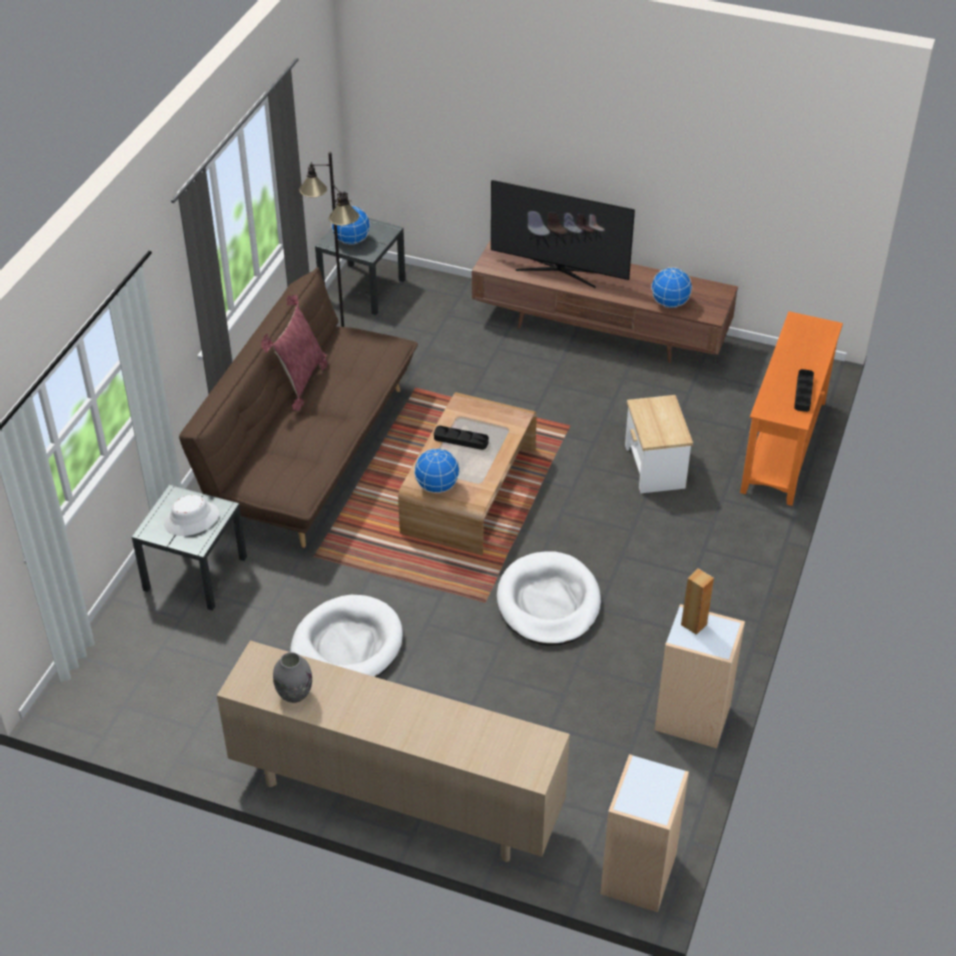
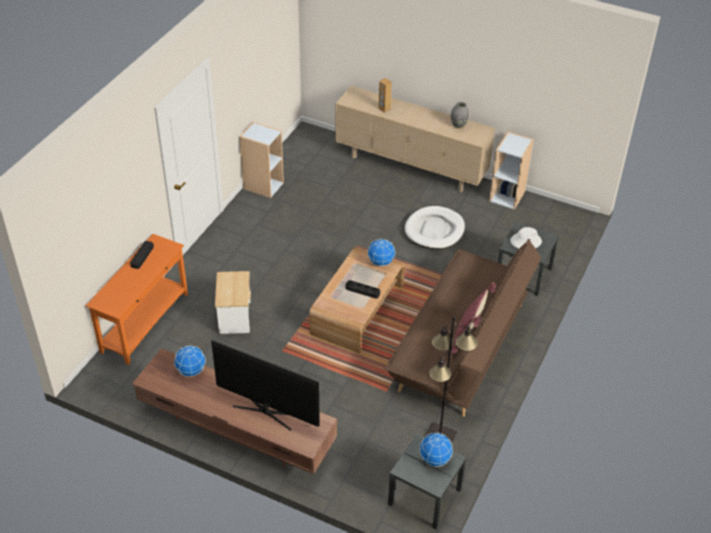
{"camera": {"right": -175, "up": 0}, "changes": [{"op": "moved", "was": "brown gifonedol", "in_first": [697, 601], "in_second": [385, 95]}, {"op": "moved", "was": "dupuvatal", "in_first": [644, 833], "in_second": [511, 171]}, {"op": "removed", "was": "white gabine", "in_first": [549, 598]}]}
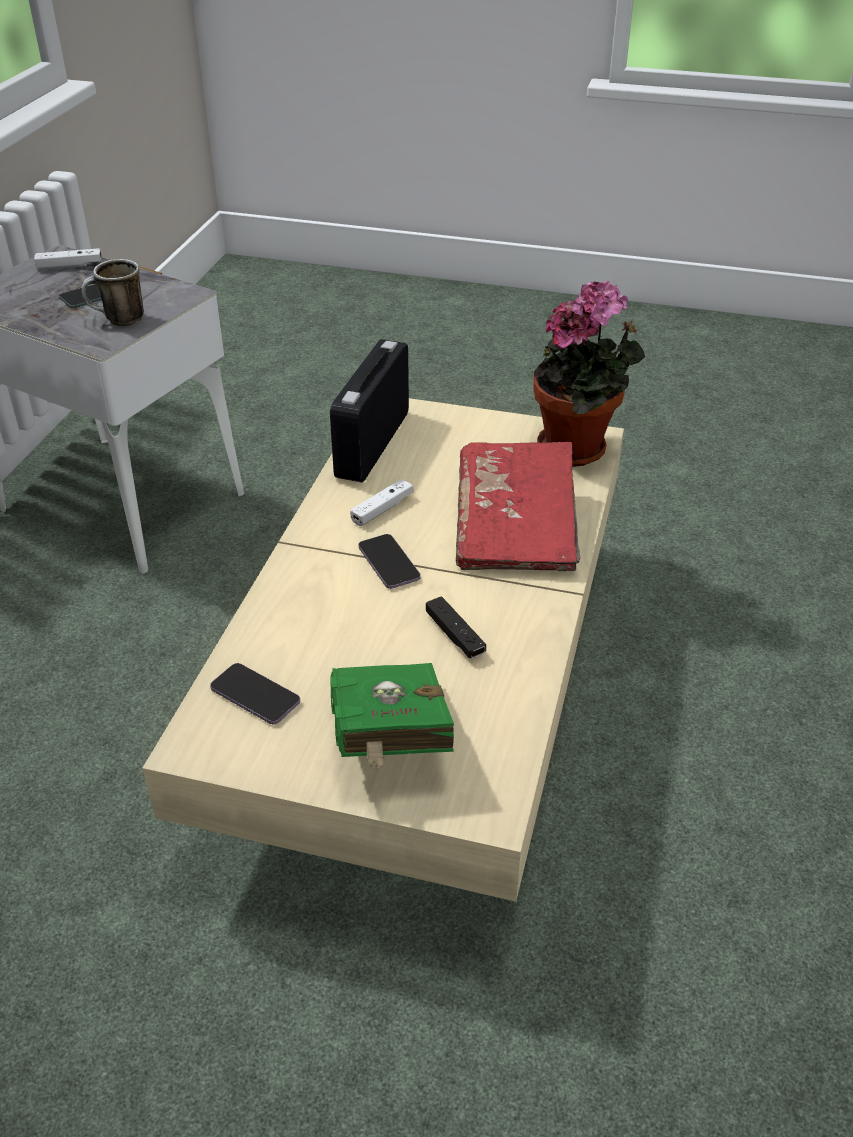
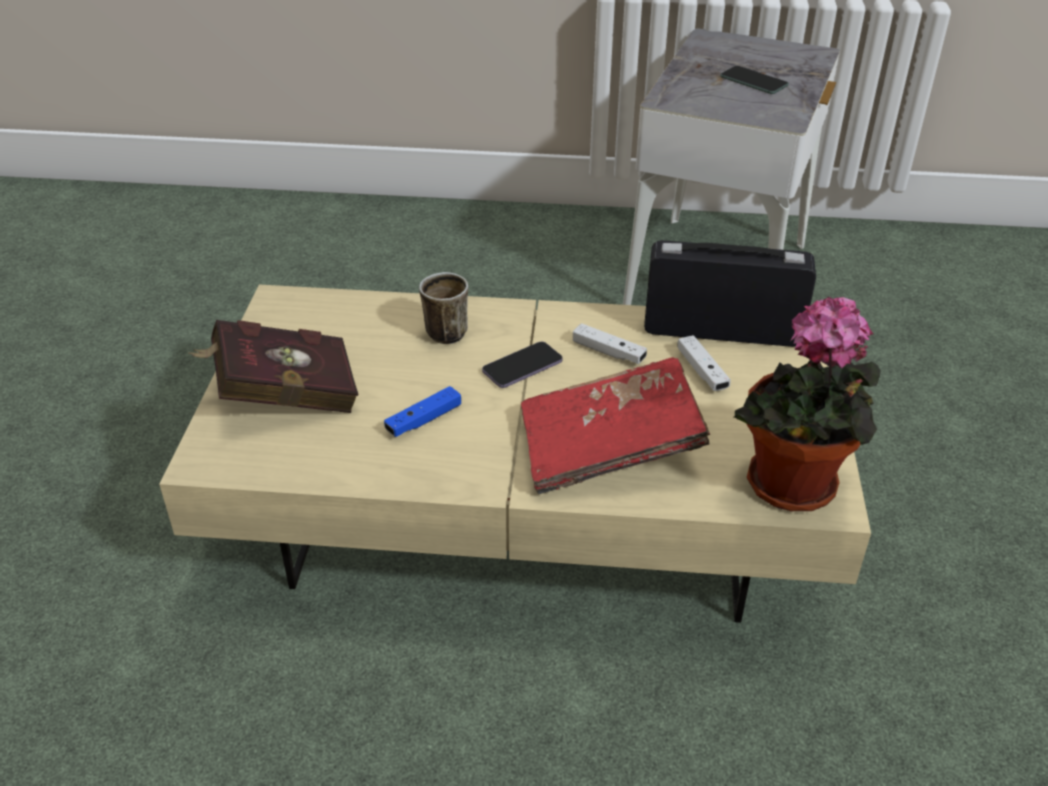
{"camera": {"right": 80, "up": 0}, "changes": [{"op": "recoloured", "was": "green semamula", "now": "red semamula", "in_first": [392, 716], "in_second": [273, 366]}, {"op": "recoloured", "was": "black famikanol", "now": "blue famikanol", "in_first": [456, 627], "in_second": [422, 411]}, {"op": "moved", "was": "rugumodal", "in_first": [113, 292], "in_second": [444, 308]}, {"op": "moved", "was": "white famikanol", "in_first": [68, 259], "in_second": [704, 363]}, {"op": "removed", "was": "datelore", "in_first": [255, 693]}]}
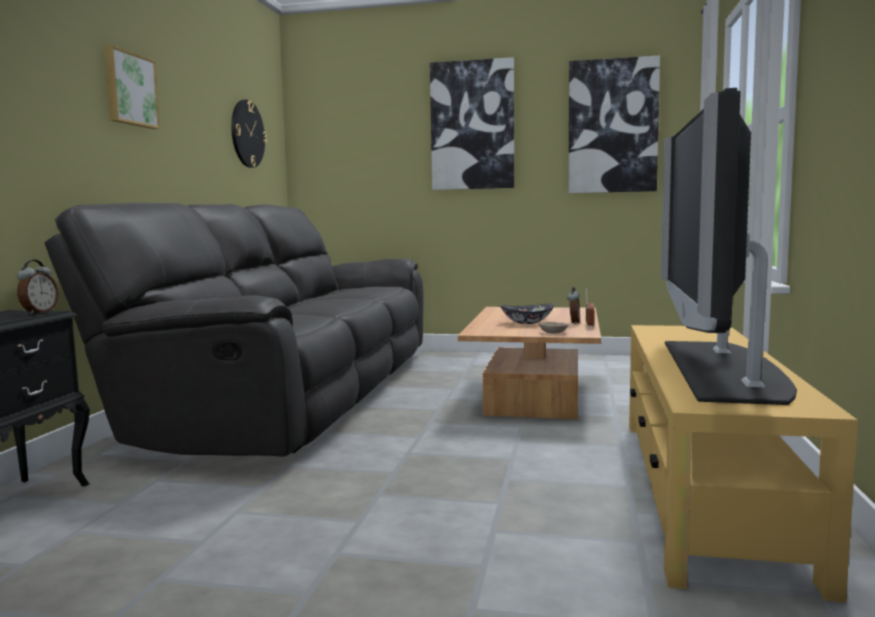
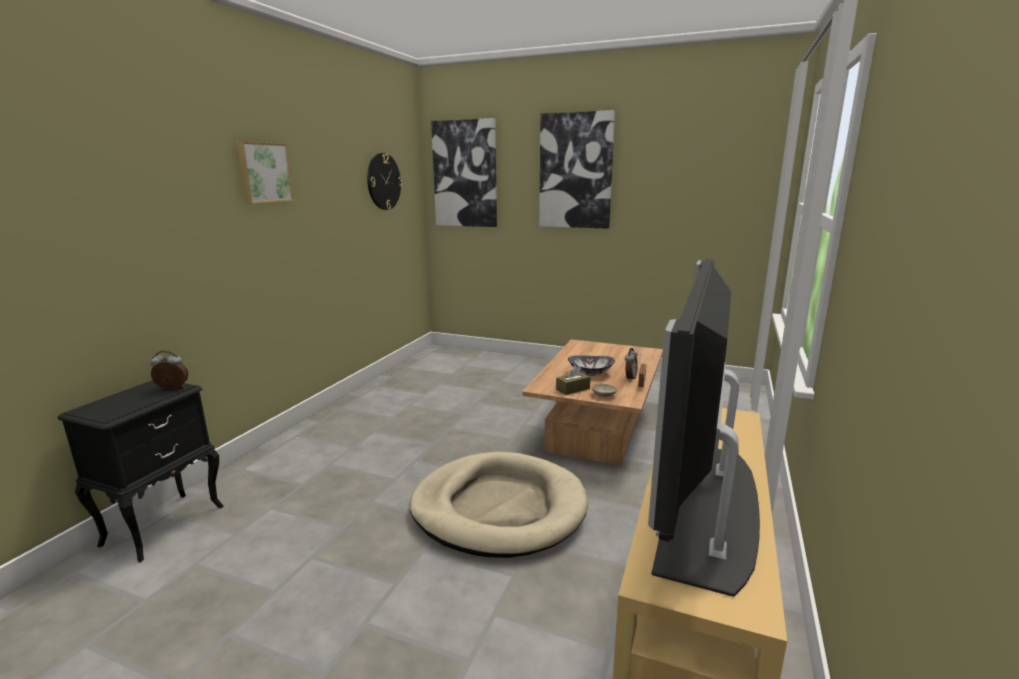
{"camera": {"right": 10, "up": 10}, "changes": [{"op": "turned", "was": "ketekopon", "in_first": [37, 287], "in_second": [169, 370], "clockwise": -120}, {"op": "added", "now": "beige gabine", "in_second": [499, 505]}, {"op": "moved", "was": "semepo", "in_first": [614, 124], "in_second": [464, 172]}, {"op": "added", "now": "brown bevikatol", "in_second": [573, 380]}, {"op": "removed", "was": "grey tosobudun", "in_first": [234, 330]}]}
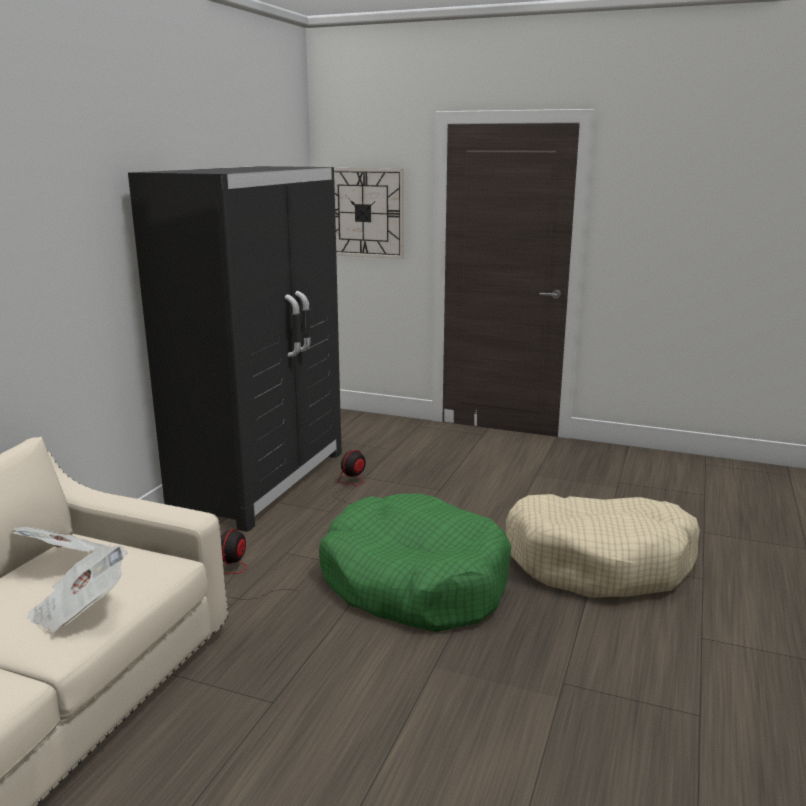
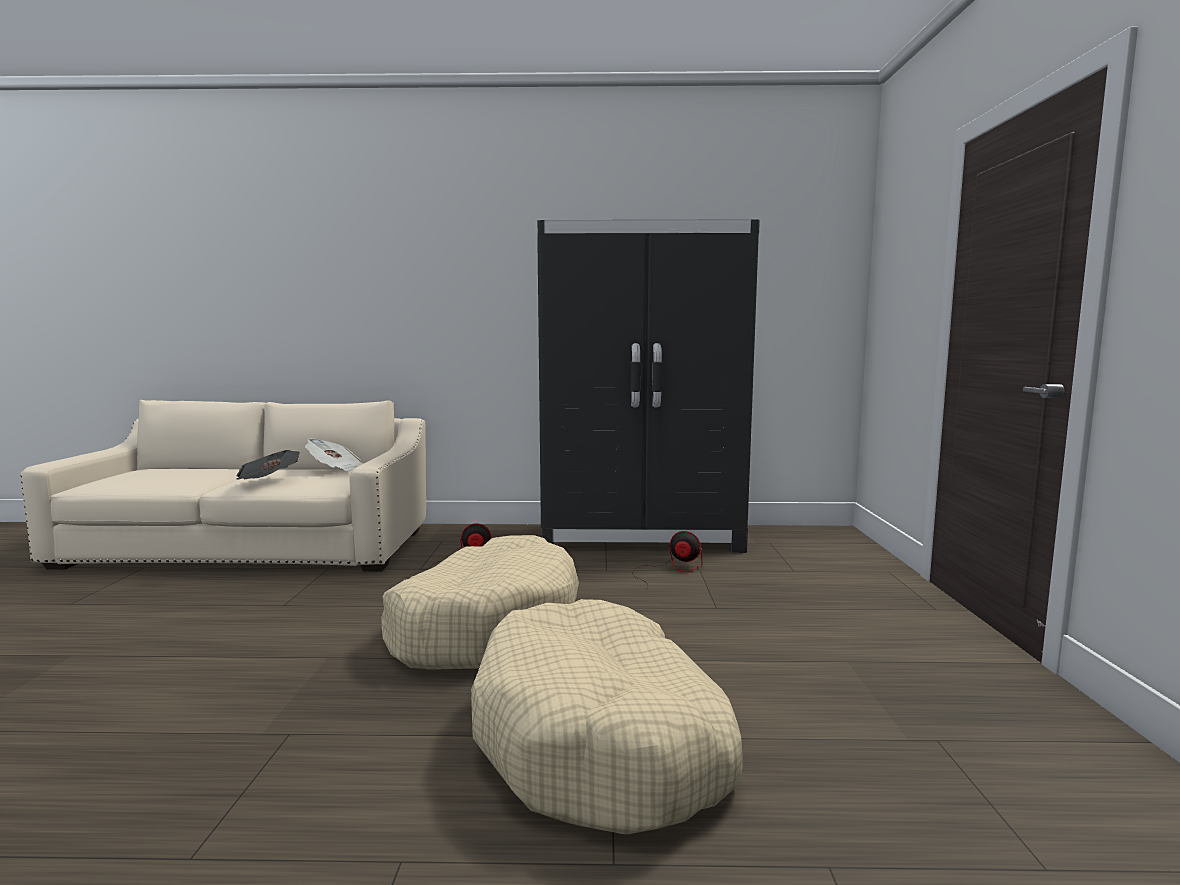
{"camera": {"right": 70, "up": -10}, "changes": [{"op": "recoloured", "was": "green gabine", "now": "beige gabine", "in_first": [415, 563], "in_second": [480, 602]}, {"op": "removed", "was": "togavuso", "in_first": [368, 213]}]}
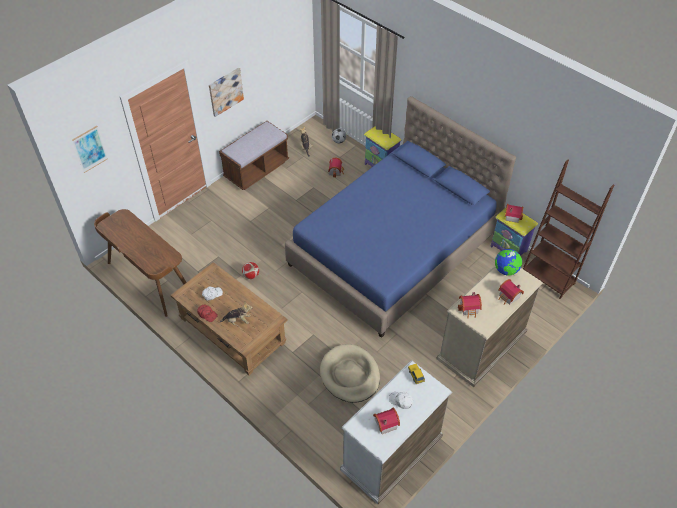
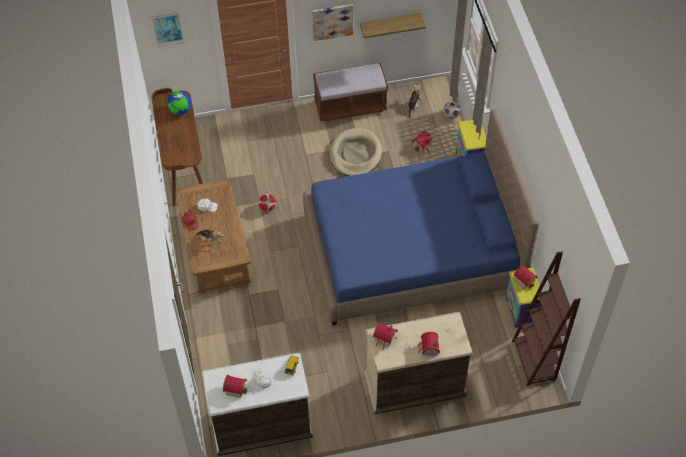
{"camera": {"right": 35, "up": 5}, "changes": [{"op": "moved", "was": "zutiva", "in_first": [508, 262], "in_second": [179, 103]}, {"op": "moved", "was": "beige gabine", "in_first": [350, 373], "in_second": [356, 152]}, {"op": "added", "now": "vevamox", "in_second": [393, 25]}]}
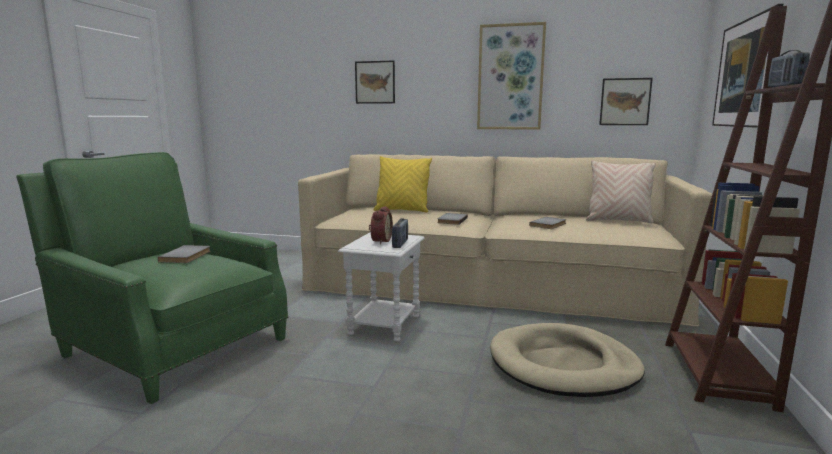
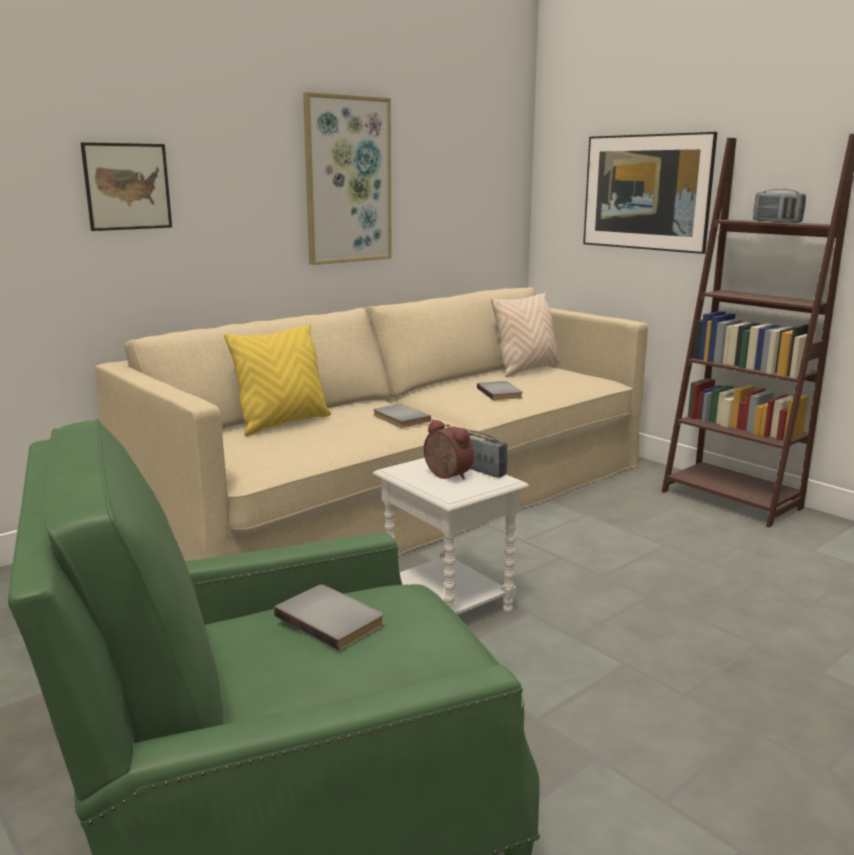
{"camera": {"right": -55, "up": 5}, "changes": [{"op": "removed", "was": "beige gabine", "in_first": [567, 360]}, {"op": "removed", "was": "semepo", "in_first": [626, 101]}]}
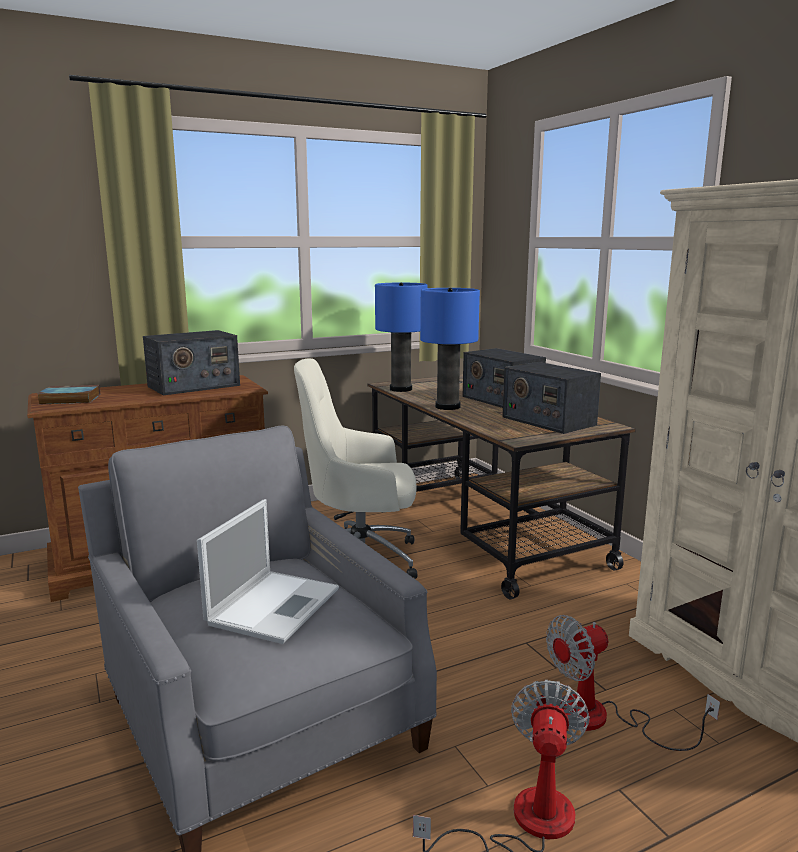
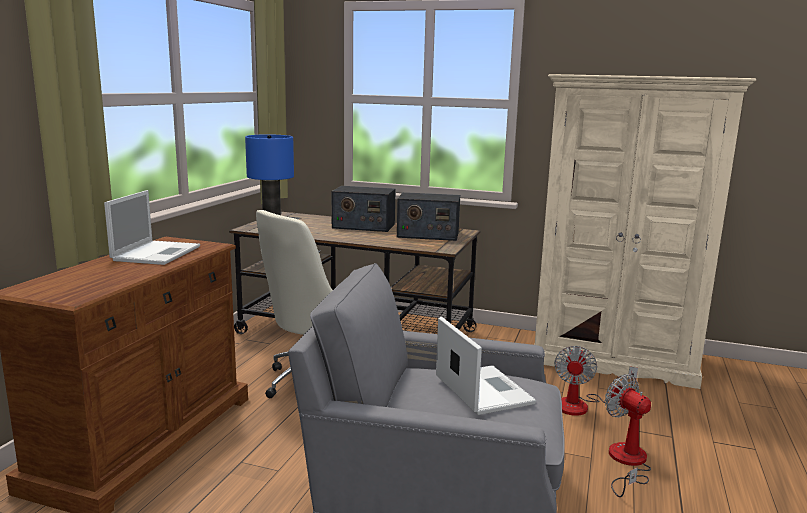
{"camera": {"right": -45, "up": 0}, "changes": [{"op": "replaced", "was": "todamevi", "now": "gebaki", "in_first": [191, 362], "in_second": [152, 227]}, {"op": "removed", "was": "semamula", "in_first": [68, 395]}, {"op": "removed", "was": "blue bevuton", "in_first": [450, 349]}]}
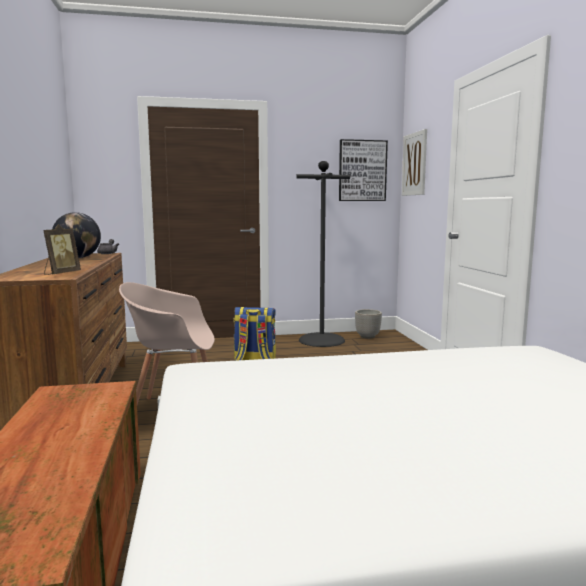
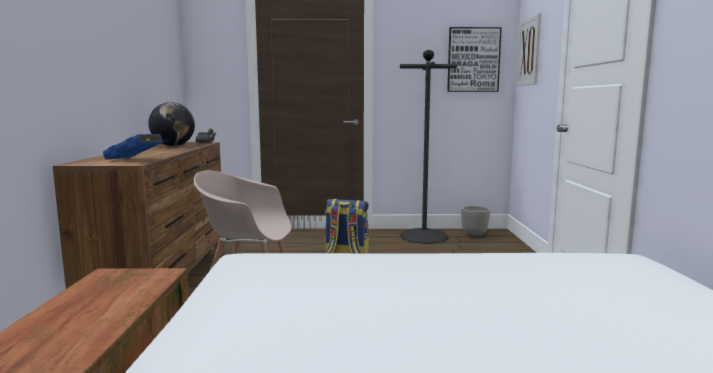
{"camera": {"right": 10, "up": 0}, "changes": [{"op": "replaced", "was": "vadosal", "now": "blue semamula", "in_first": [62, 249], "in_second": [133, 146]}]}
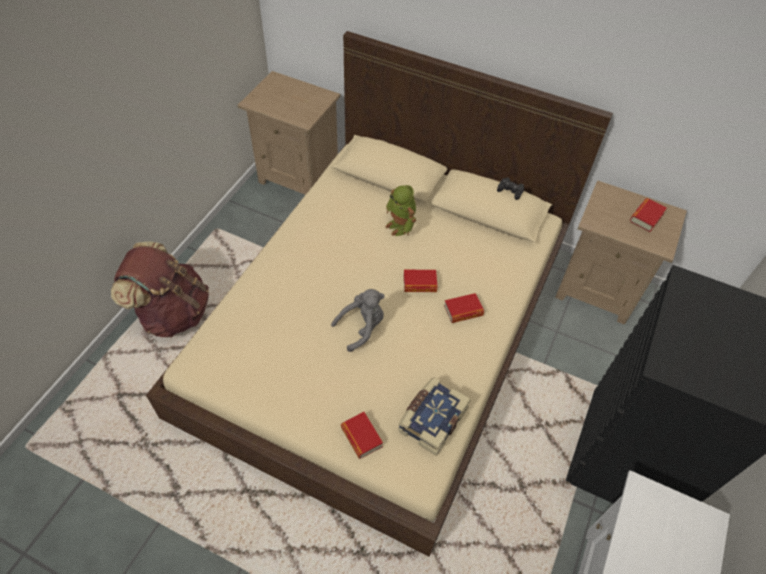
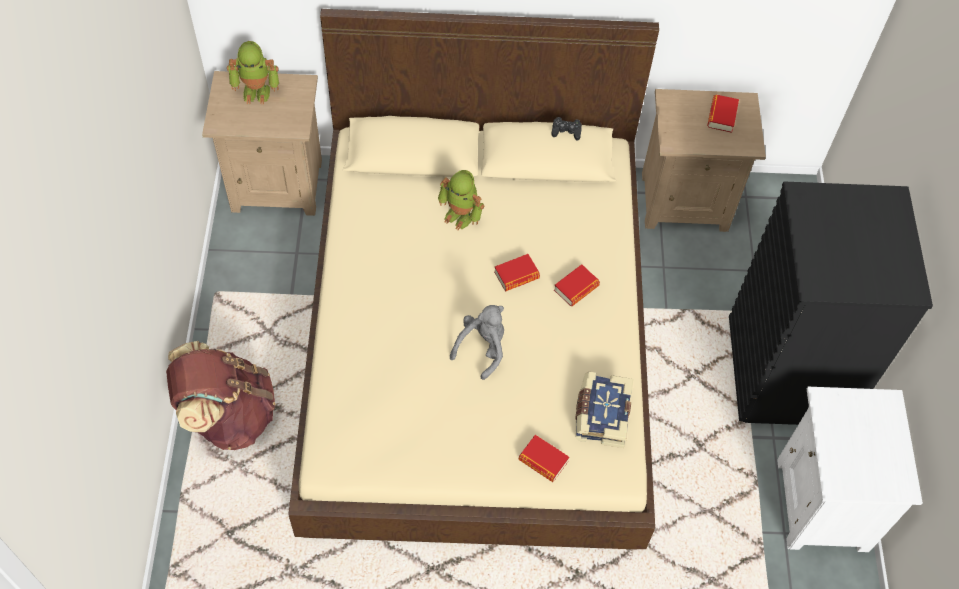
{"camera": {"right": -25, "up": 5}, "changes": [{"op": "added", "now": "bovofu", "in_second": [253, 72]}]}
